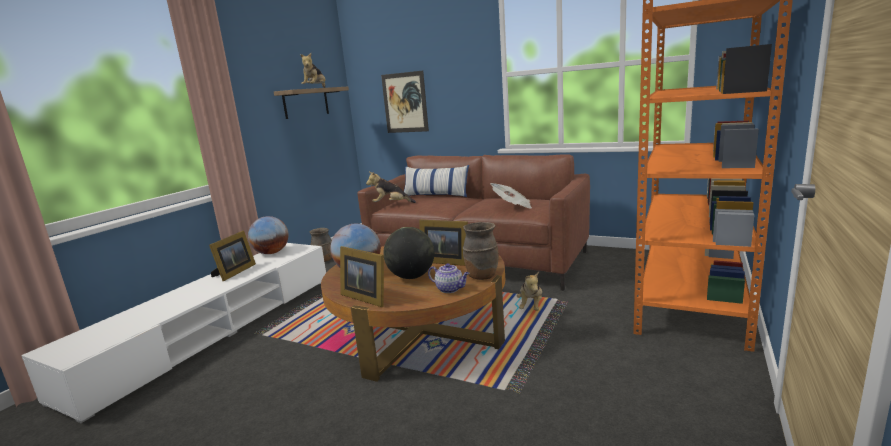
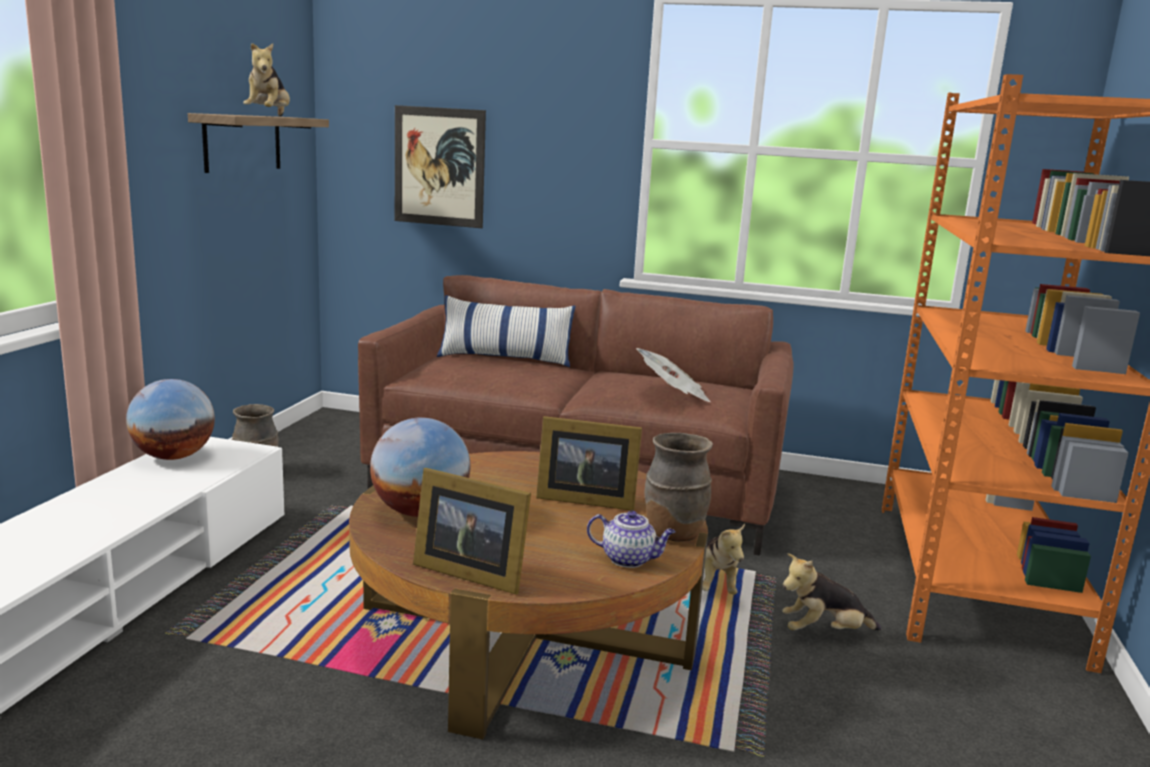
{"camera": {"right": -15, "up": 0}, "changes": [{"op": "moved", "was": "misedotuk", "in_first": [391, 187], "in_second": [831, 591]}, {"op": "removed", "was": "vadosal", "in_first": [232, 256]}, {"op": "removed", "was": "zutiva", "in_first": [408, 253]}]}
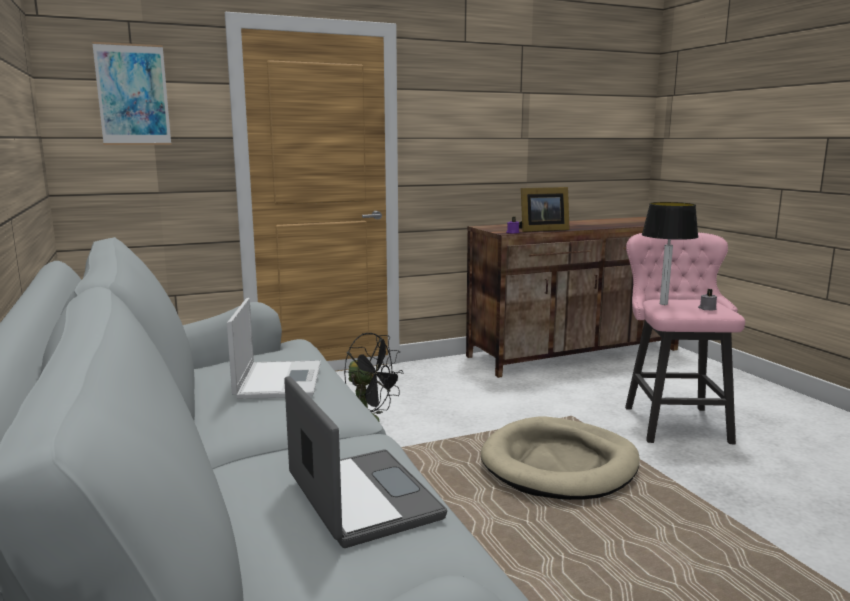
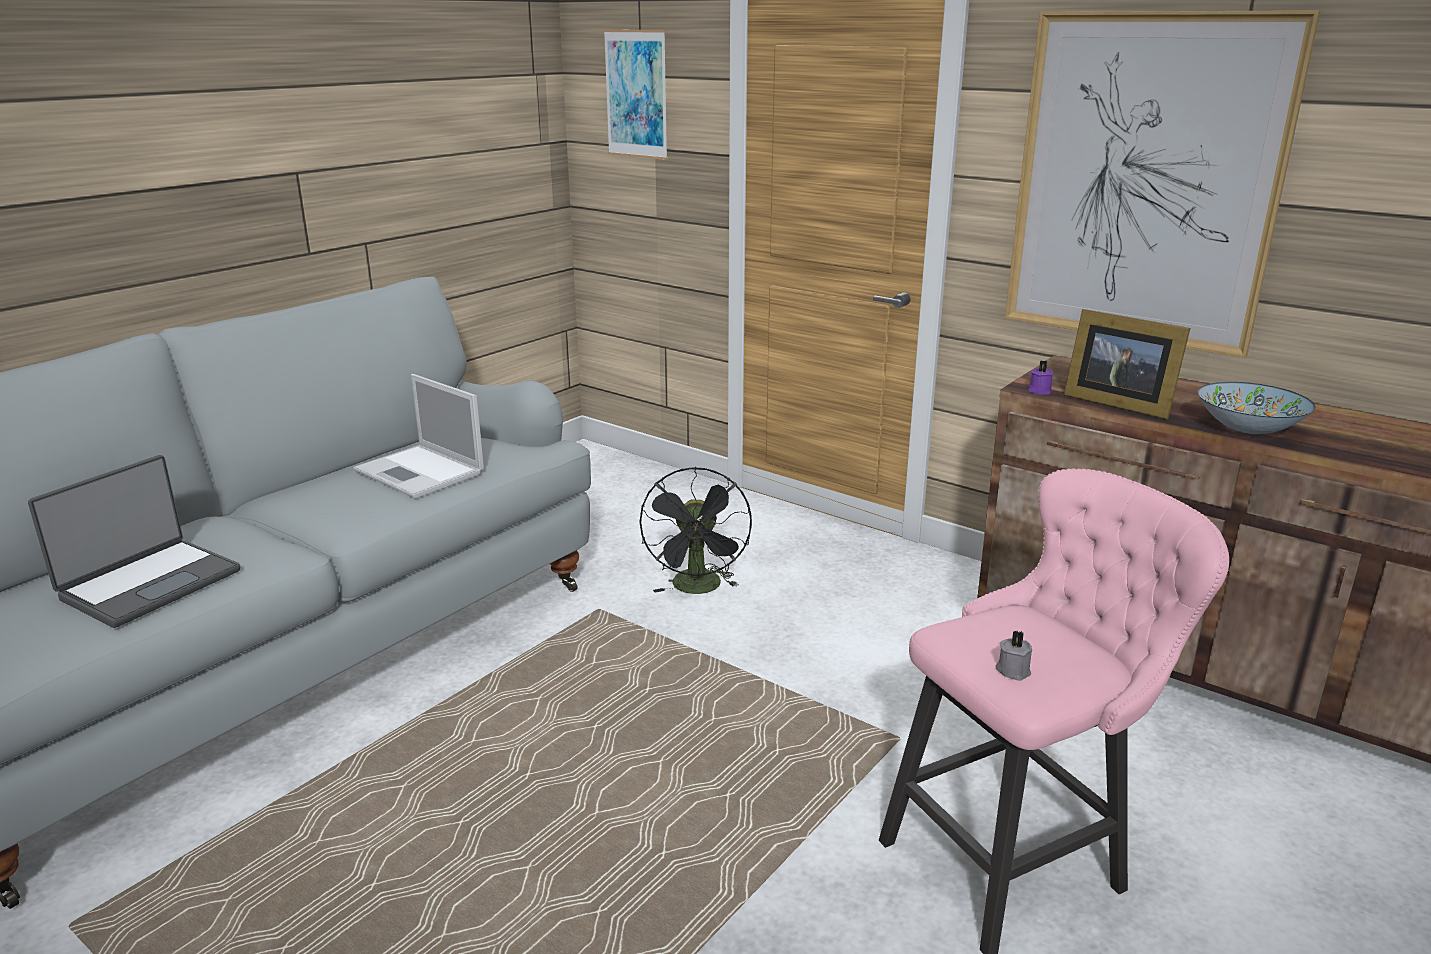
{"camera": {"right": 60, "up": 10}, "changes": [{"op": "turned", "was": "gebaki", "in_first": [274, 348], "in_second": [418, 436], "clockwise": 75}, {"op": "added", "now": "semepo", "in_second": [1163, 184]}, {"op": "added", "now": "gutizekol", "in_second": [1256, 408]}, {"op": "removed", "was": "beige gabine", "in_first": [560, 458]}, {"op": "removed", "was": "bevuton", "in_first": [670, 253]}]}
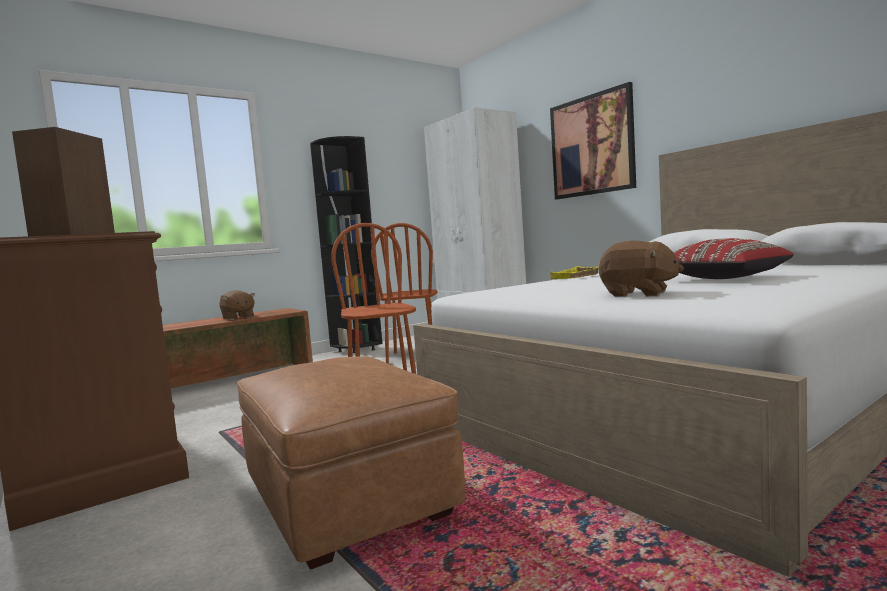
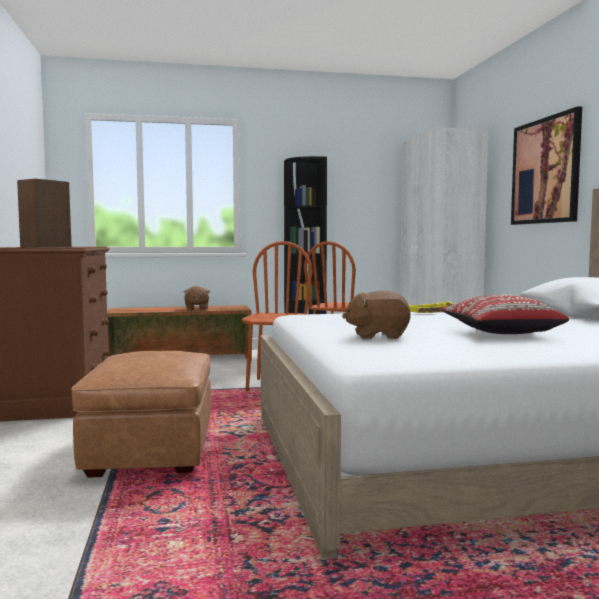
{"camera": {"right": 25, "up": 0}, "changes": [{"op": "turned", "was": "brown misedotuk", "in_first": [641, 269], "in_second": [376, 314], "clockwise": 120}]}
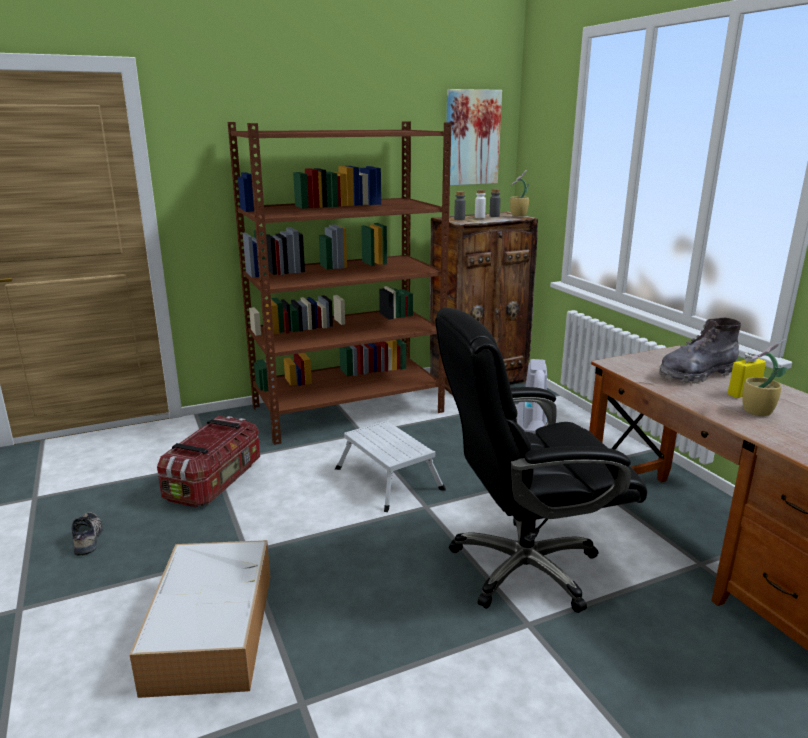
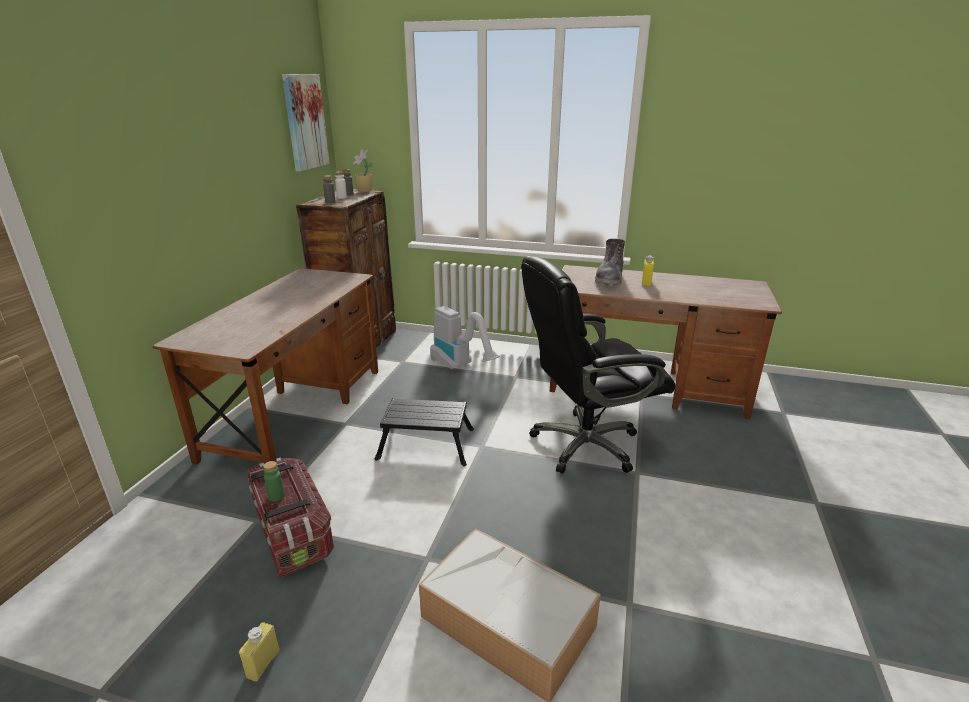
{"camera": {"right": -50, "up": 5}, "changes": [{"op": "replaced", "was": "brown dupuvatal", "now": "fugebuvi", "in_first": [339, 283], "in_second": [265, 366]}, {"op": "replaced", "was": "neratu", "now": "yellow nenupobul", "in_first": [87, 534], "in_second": [259, 652]}, {"op": "added", "now": "green nenupobul", "in_second": [273, 481]}, {"op": "recoloured", "was": "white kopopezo", "now": "black kopopezo", "in_first": [390, 466], "in_second": [424, 432]}, {"op": "turned", "was": "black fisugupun", "in_first": [541, 460], "in_second": [598, 365], "clockwise": 45}, {"op": "removed", "was": "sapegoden", "in_first": [764, 377]}]}
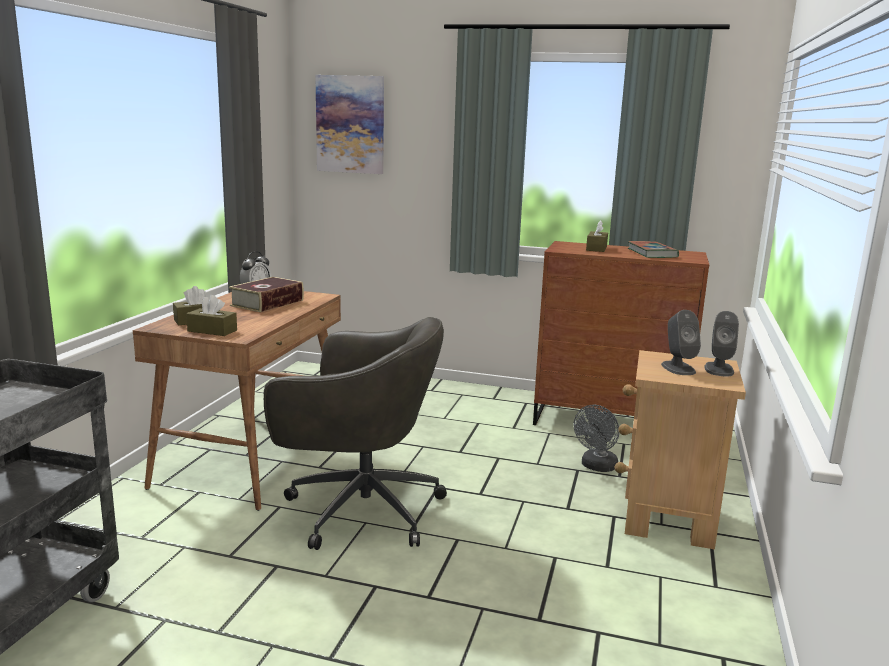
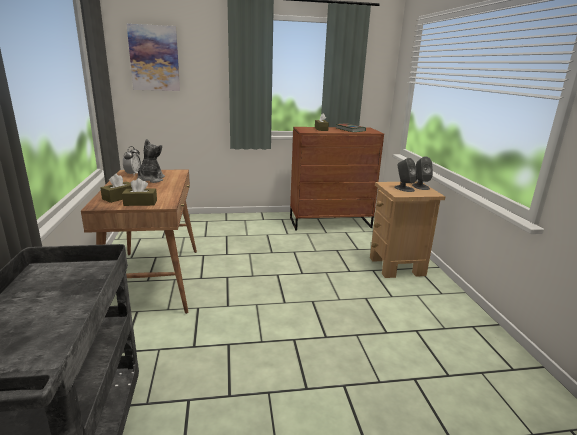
{"camera": {"right": -25, "up": 5}, "changes": [{"op": "replaced", "was": "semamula", "now": "misedotuk", "in_first": [266, 294], "in_second": [151, 161]}, {"op": "removed", "was": "grey fisugupun", "in_first": [355, 433]}, {"op": "removed", "was": "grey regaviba", "in_first": [596, 438]}]}
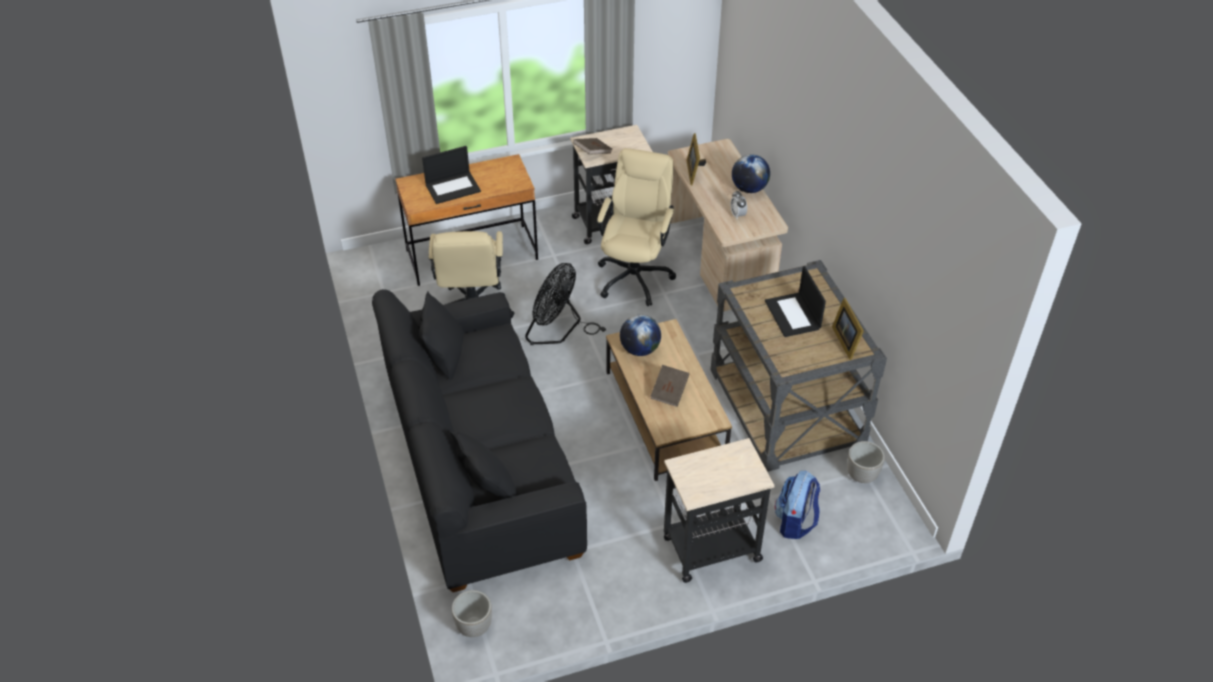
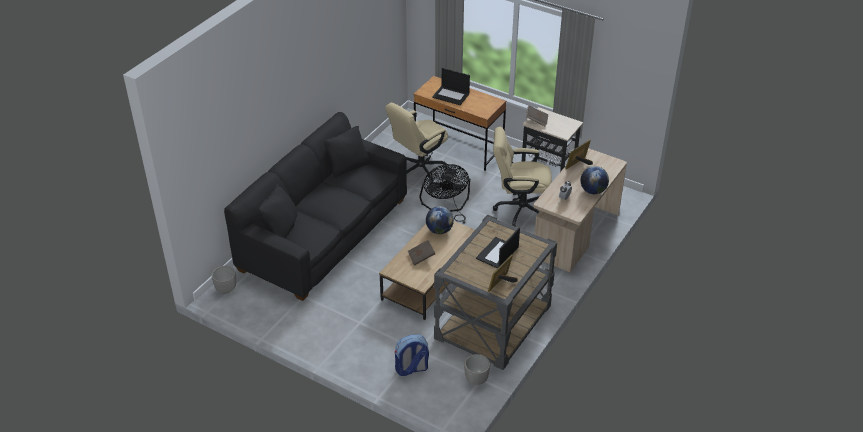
{"camera": {"right": 50, "up": -5}, "changes": [{"op": "turned", "was": "beige fisugupun", "in_first": [636, 227], "in_second": [522, 177], "clockwise": -150}, {"op": "removed", "was": "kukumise", "in_first": [719, 510]}]}
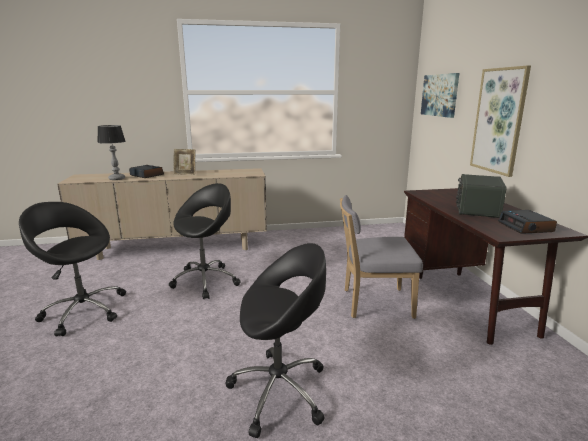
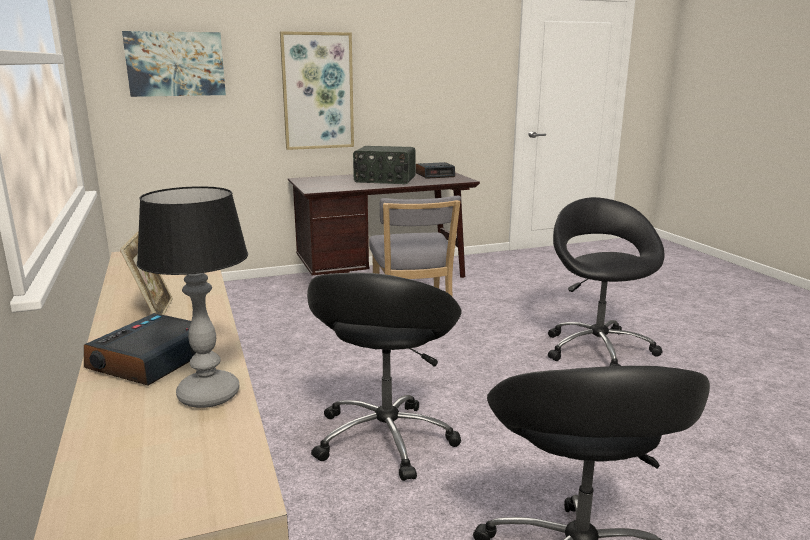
{"camera": {"right": -100, "up": 0}, "changes": [{"op": "turned", "was": "black fisugupun", "in_first": [204, 241], "in_second": [384, 376], "clockwise": -120}]}
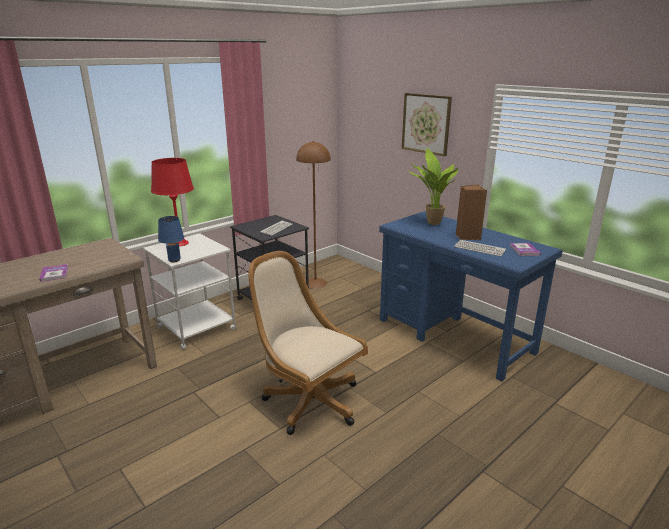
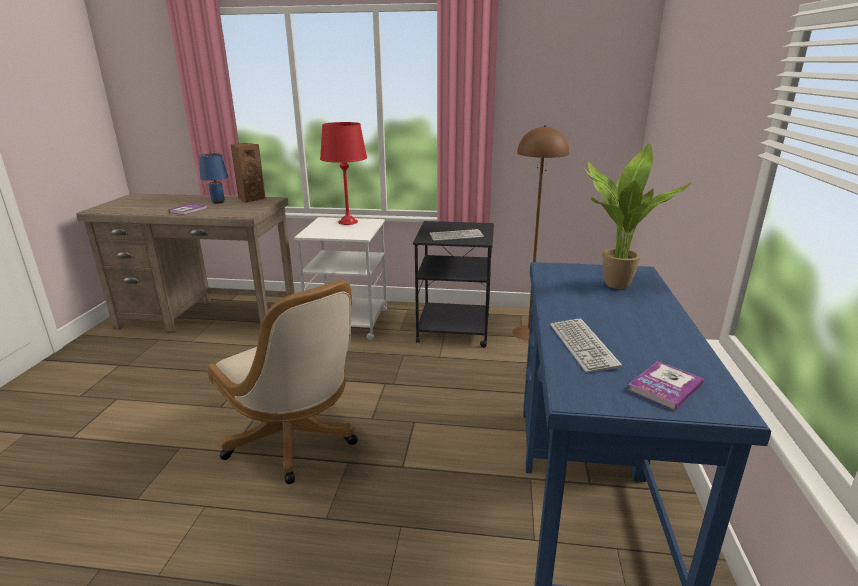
{"camera": {"right": 50, "up": 0}, "changes": [{"op": "moved", "was": "blue bevuton", "in_first": [171, 239], "in_second": [213, 178]}, {"op": "turned", "was": "fisugupun", "in_first": [308, 343], "in_second": [283, 382], "clockwise": 135}, {"op": "moved", "was": "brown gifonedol", "in_first": [471, 212], "in_second": [248, 173]}, {"op": "removed", "was": "semepo", "in_first": [427, 124]}]}
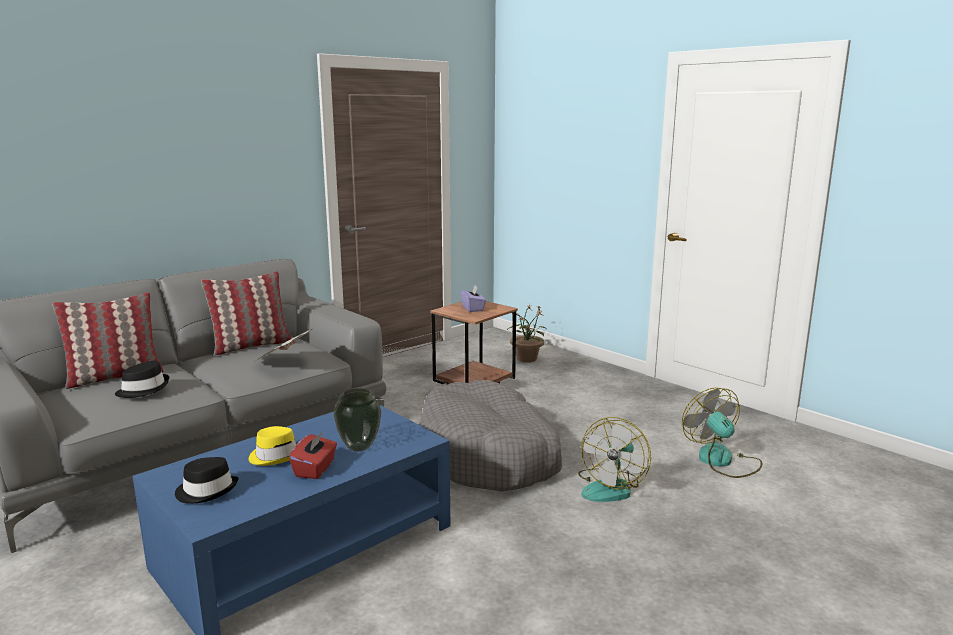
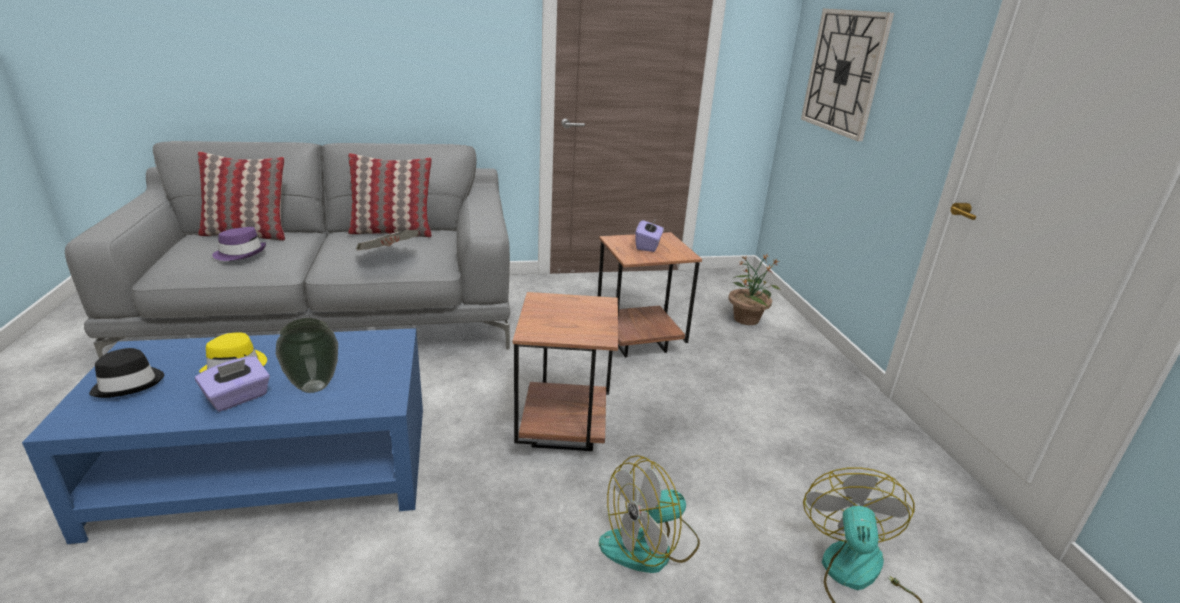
{"camera": {"right": 30, "up": 10}, "changes": [{"op": "recoloured", "was": "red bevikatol", "now": "purple bevikatol", "in_first": [313, 455], "in_second": [232, 384]}, {"op": "recoloured", "was": "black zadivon", "now": "purple zadivon", "in_first": [142, 379], "in_second": [239, 244]}, {"op": "replaced", "was": "grey gabine", "now": "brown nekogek", "in_first": [490, 436], "in_second": [565, 371]}, {"op": "added", "now": "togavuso", "in_second": [847, 75]}]}
